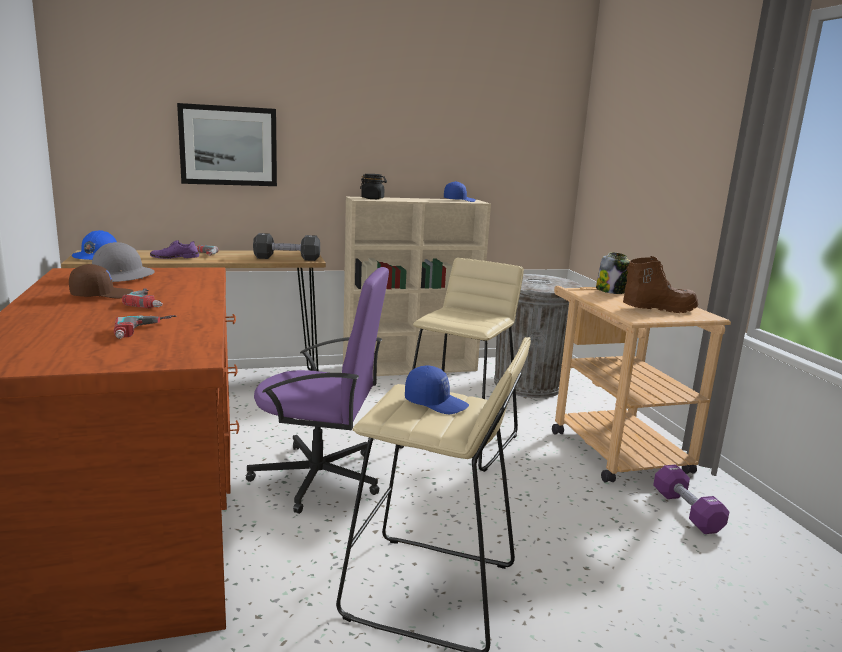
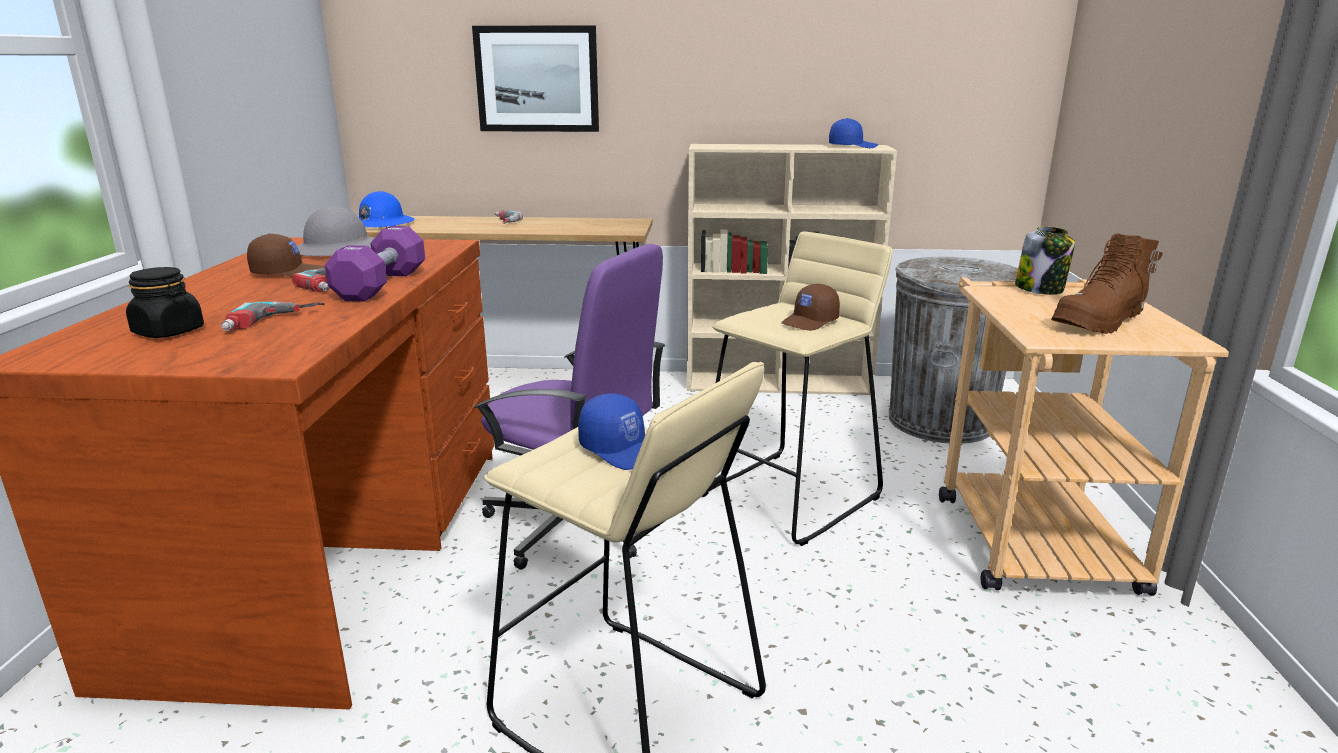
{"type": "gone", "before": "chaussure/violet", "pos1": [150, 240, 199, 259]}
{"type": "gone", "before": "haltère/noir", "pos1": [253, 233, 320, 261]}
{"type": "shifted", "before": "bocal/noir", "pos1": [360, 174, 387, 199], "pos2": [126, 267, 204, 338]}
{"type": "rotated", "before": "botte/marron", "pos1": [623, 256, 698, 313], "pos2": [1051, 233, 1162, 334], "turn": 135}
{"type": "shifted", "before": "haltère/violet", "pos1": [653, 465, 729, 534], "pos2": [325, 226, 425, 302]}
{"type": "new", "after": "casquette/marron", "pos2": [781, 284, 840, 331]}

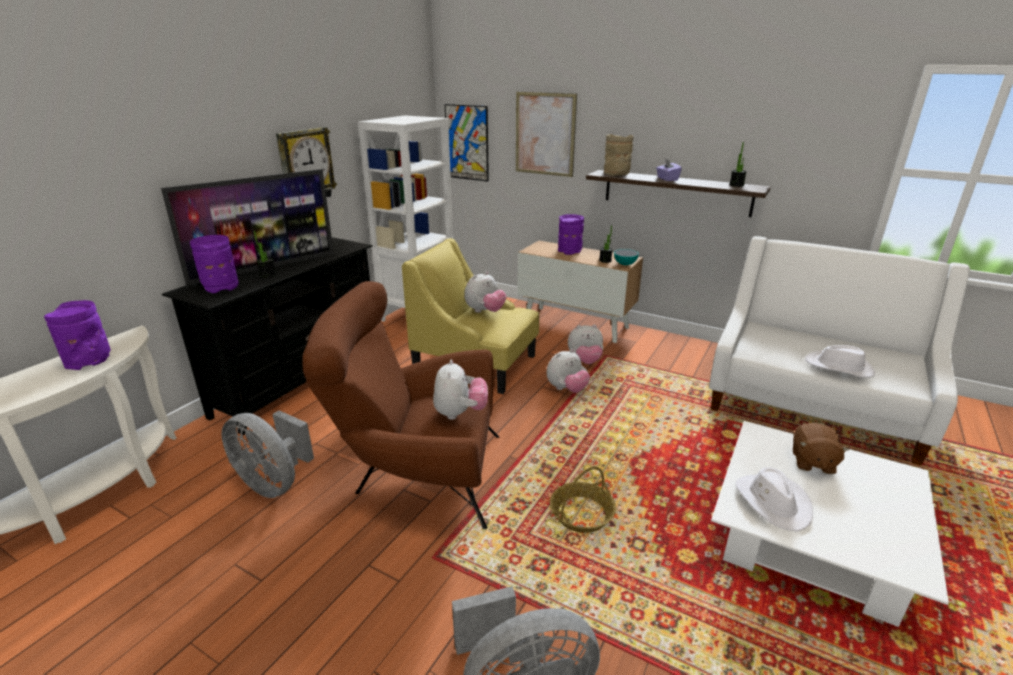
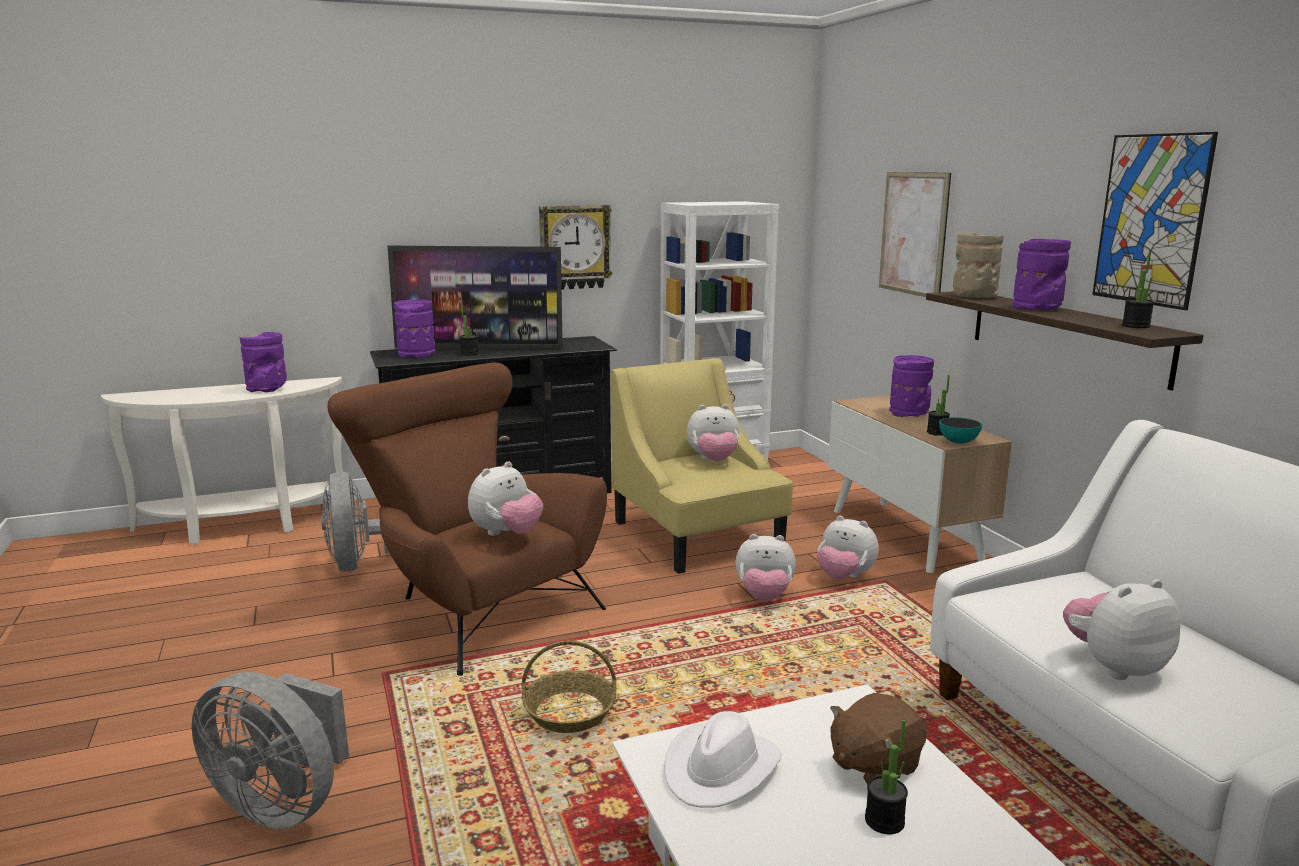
{"type": "shifted", "before": "tableau", "pos1": [444, 104, 489, 182], "pos2": [1092, 132, 1218, 310]}
{"type": "swapped", "before": "boîte à mouchoirs/violet", "after": "vase/violet", "pos1": [656, 159, 682, 181], "pos2": [1012, 239, 1071, 310]}
{"type": "swapped", "before": "chapeau/blanc", "after": "peluche", "pos1": [805, 345, 875, 378], "pos2": [1063, 579, 1181, 680]}
{"type": "new", "after": "plante en pot", "pos2": [865, 720, 908, 834]}

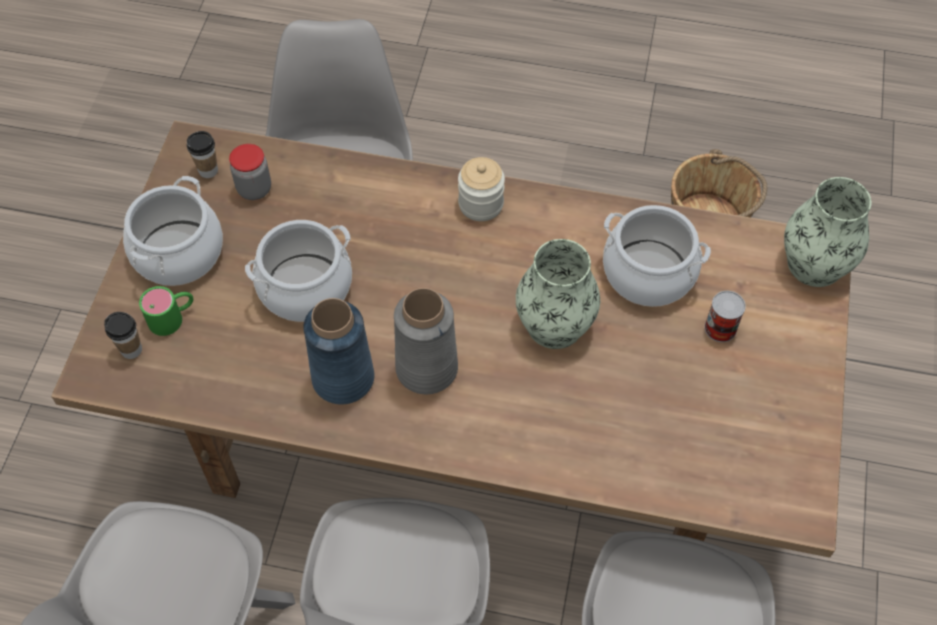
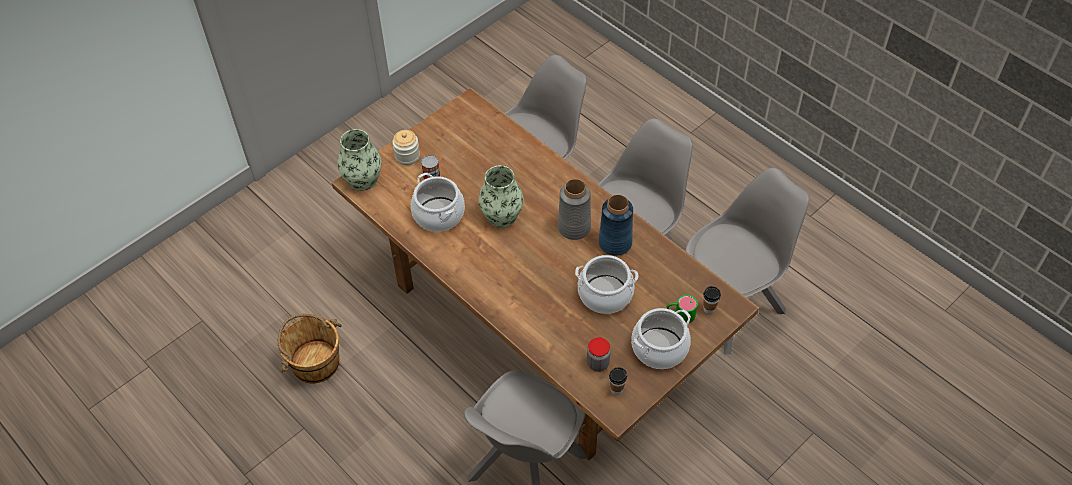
{"type": "shifted", "before": "bocal", "pos1": [458, 157, 505, 221], "pos2": [392, 130, 420, 165]}

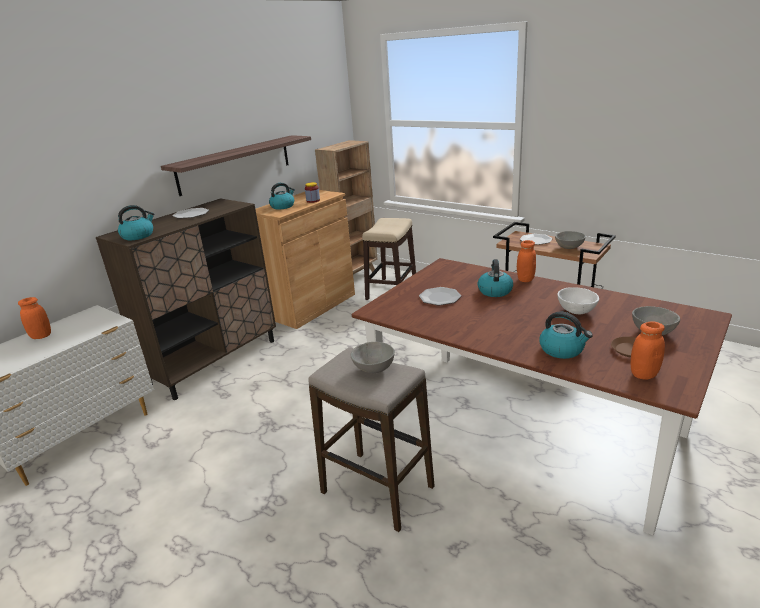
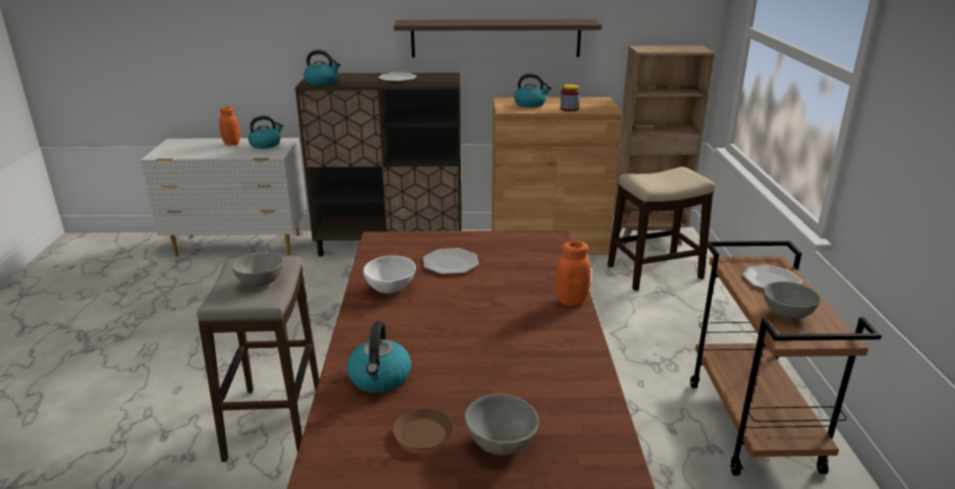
{"type": "shifted", "before": "bouilloire", "pos1": [478, 259, 513, 297], "pos2": [248, 116, 283, 149]}
{"type": "shifted", "before": "bol/blanc", "pos1": [557, 287, 599, 314], "pos2": [363, 255, 416, 293]}
{"type": "gone", "before": "bocal/orange", "pos1": [630, 321, 665, 379]}

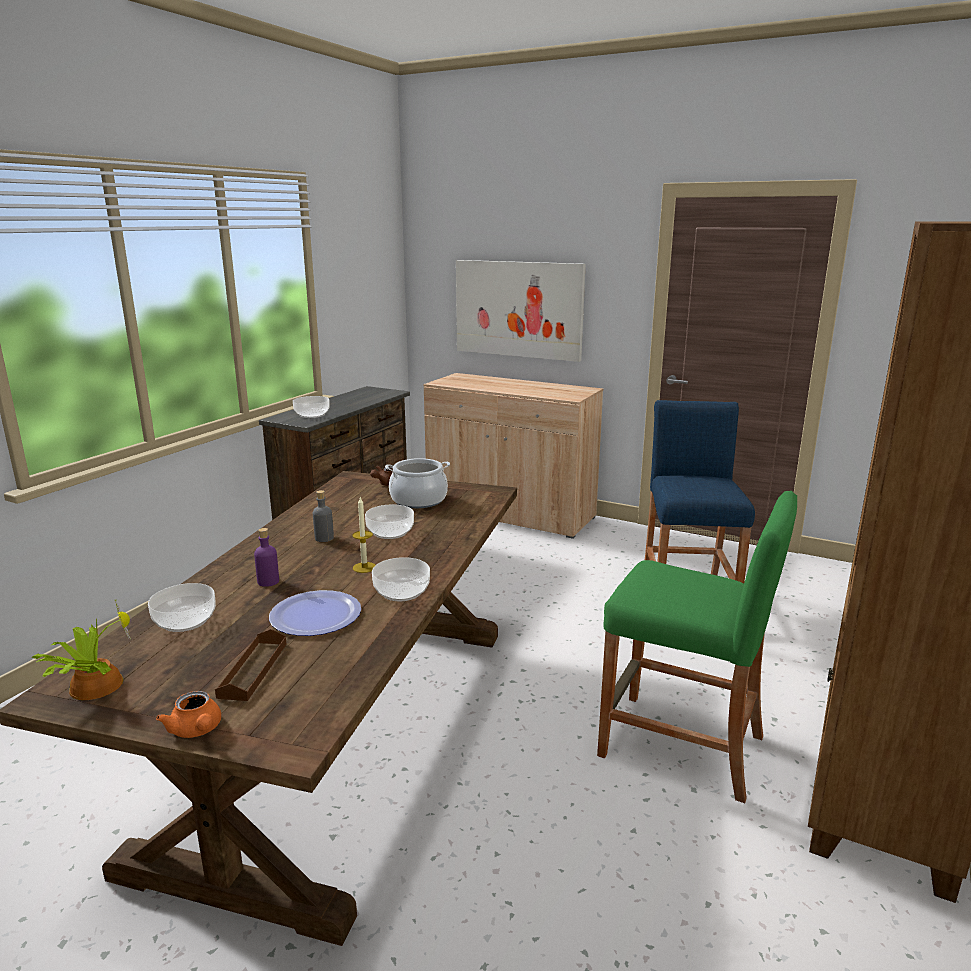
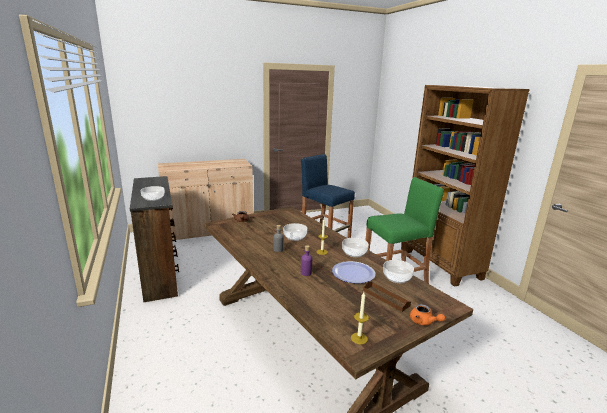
{"type": "swapped", "before": "plante en pot", "after": "bougie", "pos1": [32, 599, 131, 700], "pos2": [351, 292, 369, 344]}
{"type": "shifted", "before": "bol", "pos1": [148, 583, 216, 632], "pos2": [383, 260, 414, 283]}
{"type": "rotated", "before": "théière/orange", "pos1": [156, 691, 221, 738], "pos2": [410, 304, 445, 325], "turn": 45}
{"type": "gone", "before": "marmite", "pos1": [385, 458, 450, 508]}
{"type": "gone", "before": "tableau", "pos1": [456, 260, 586, 362]}

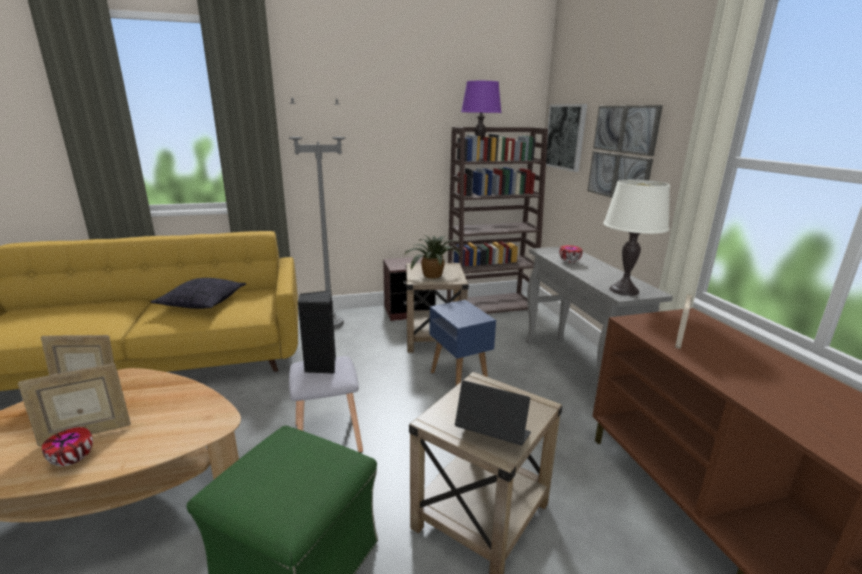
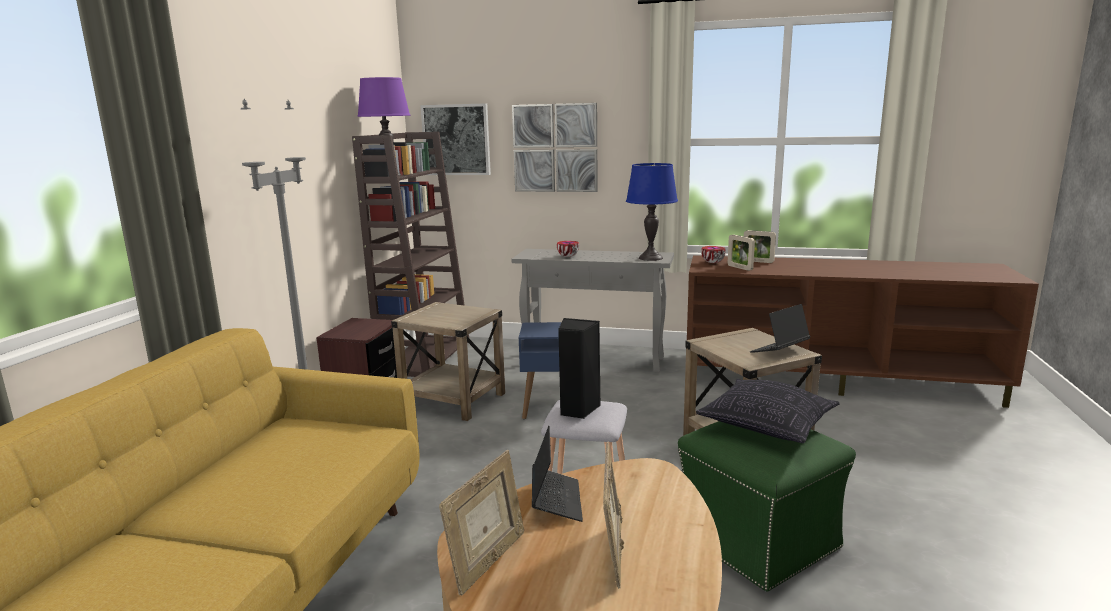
{"type": "shifted", "before": "bol", "pos1": [42, 427, 93, 466], "pos2": [701, 246, 726, 263]}
{"type": "shifted", "before": "coussin", "pos1": [151, 278, 246, 309], "pos2": [696, 379, 840, 443]}
{"type": "gone", "before": "plante en pot", "pos1": [404, 235, 461, 279]}
{"type": "repainted", "before": "lampe de table/blanc", "after": "lampe de table/bleu", "pos1": [603, 180, 670, 296], "pos2": [626, 163, 678, 261]}
{"type": "new", "after": "ordinateur portable", "pos2": [532, 426, 583, 522]}
{"type": "new", "after": "cadre photo", "pos2": [744, 230, 776, 263]}

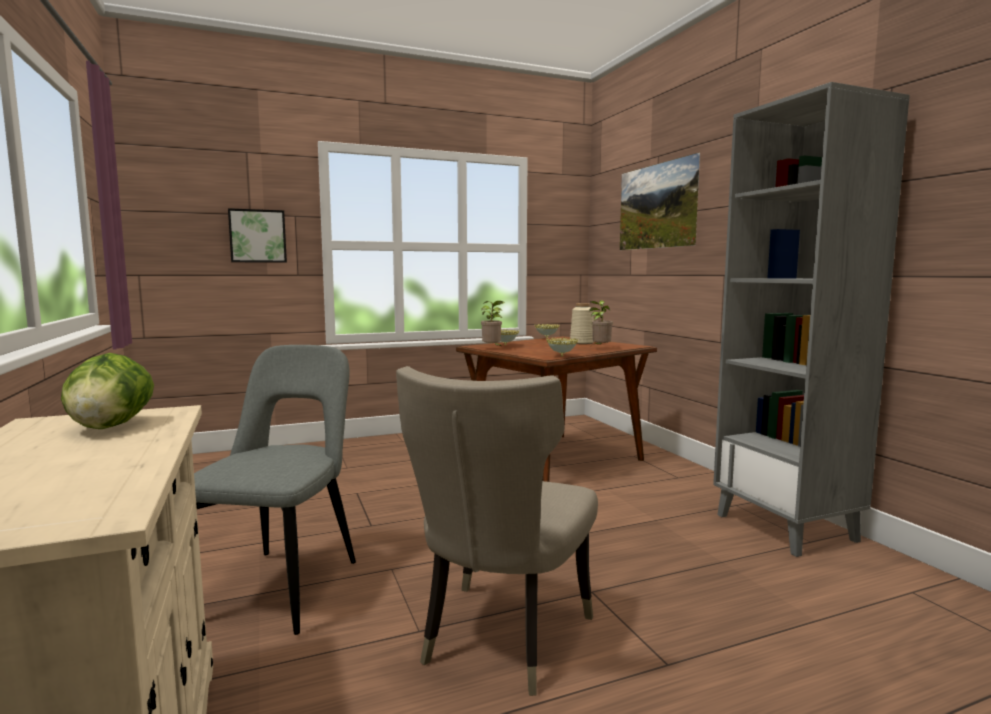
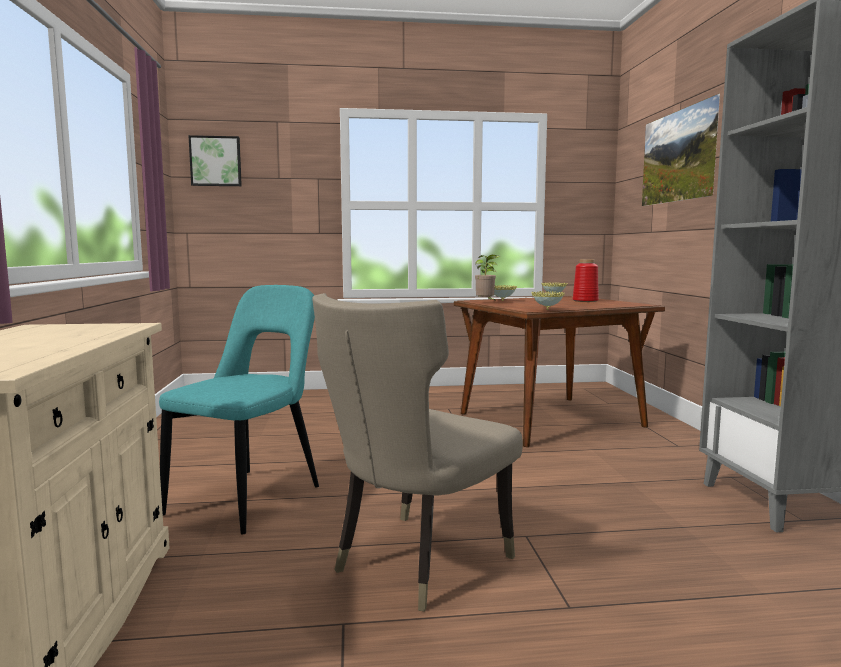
{"type": "gone", "before": "laitue", "pos1": [61, 353, 154, 429]}
{"type": "repainted", "before": "chaise/gris", "after": "chaise/turquoise", "pos1": [194, 345, 356, 635], "pos2": [159, 285, 319, 534]}
{"type": "shifted", "before": "tableau", "pos1": [228, 208, 287, 263], "pos2": [188, 135, 242, 186]}
{"type": "repainted", "before": "vase/beige", "after": "vase/rouge", "pos1": [570, 303, 594, 344], "pos2": [573, 259, 599, 302]}
{"type": "gone", "before": "plante en pot", "pos1": [589, 300, 613, 347]}

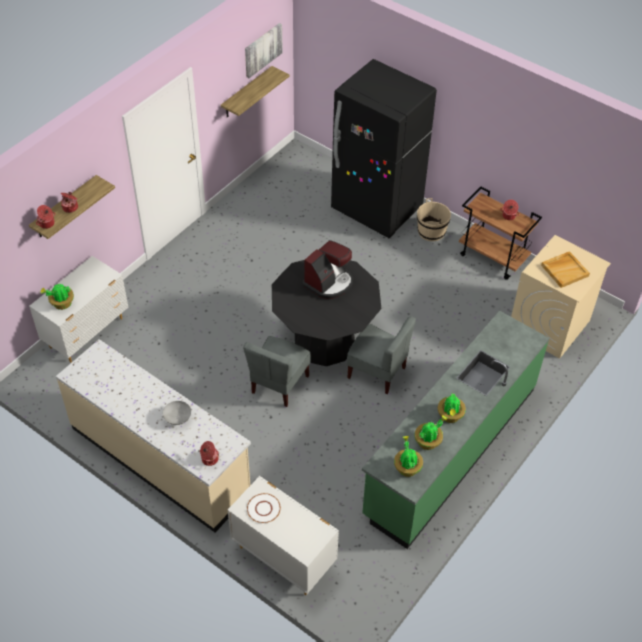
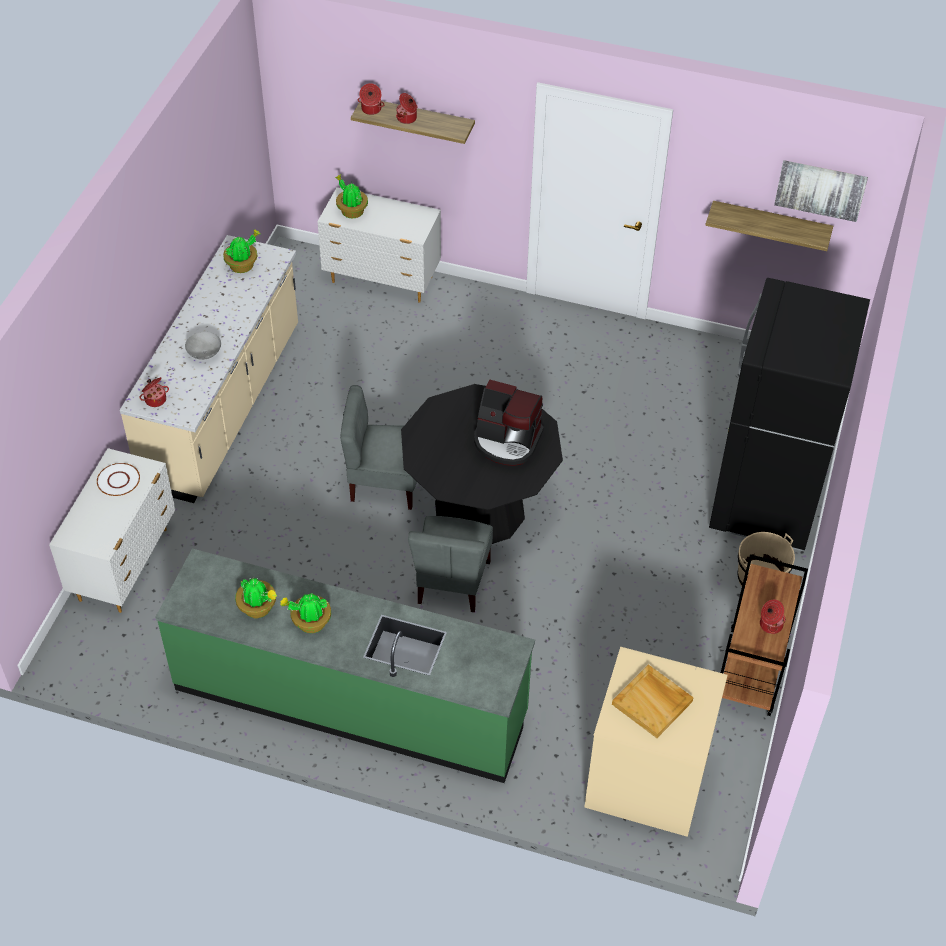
{"type": "shifted", "before": "plante en pot", "pos1": [394, 436, 423, 477], "pos2": [223, 230, 260, 273]}

